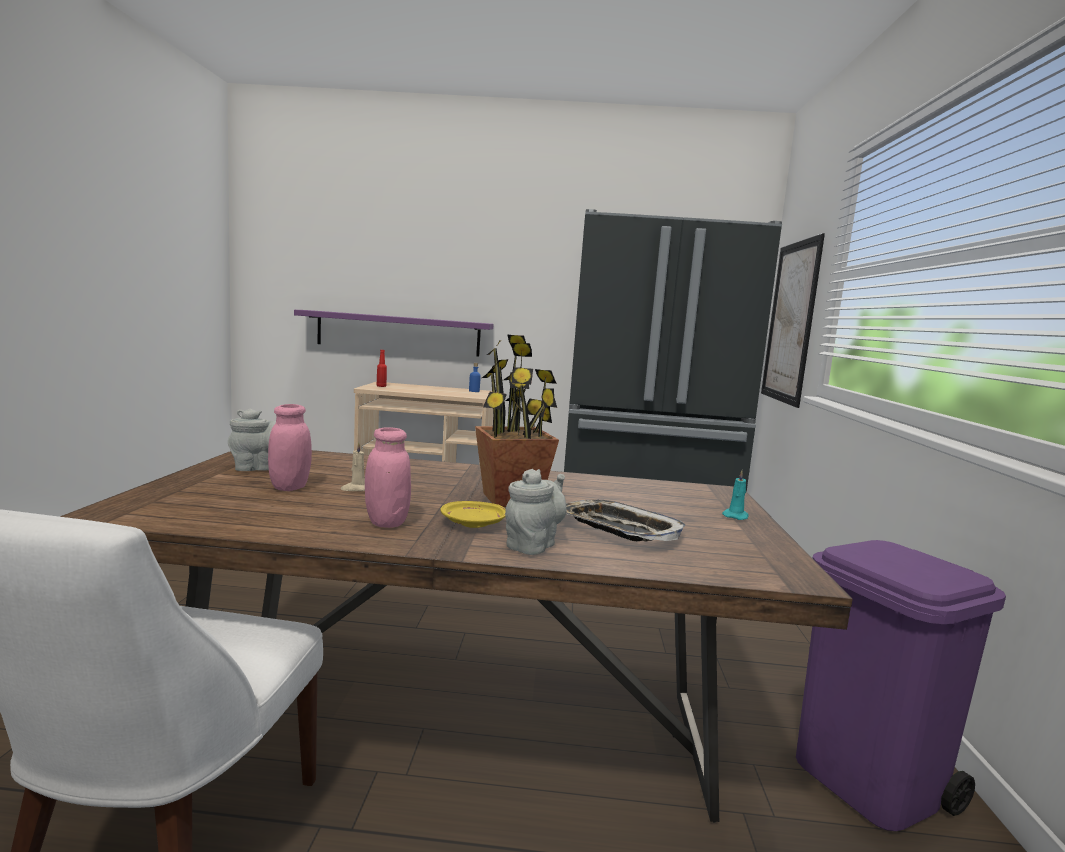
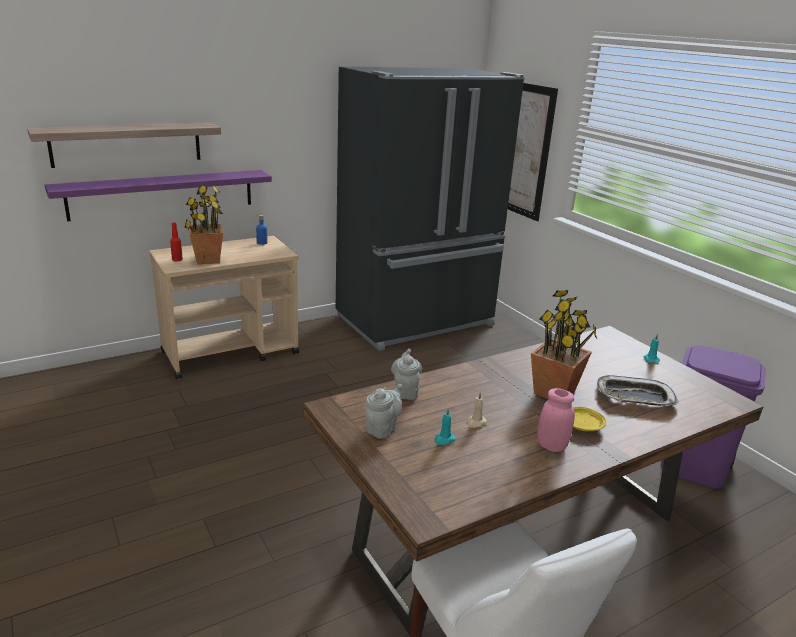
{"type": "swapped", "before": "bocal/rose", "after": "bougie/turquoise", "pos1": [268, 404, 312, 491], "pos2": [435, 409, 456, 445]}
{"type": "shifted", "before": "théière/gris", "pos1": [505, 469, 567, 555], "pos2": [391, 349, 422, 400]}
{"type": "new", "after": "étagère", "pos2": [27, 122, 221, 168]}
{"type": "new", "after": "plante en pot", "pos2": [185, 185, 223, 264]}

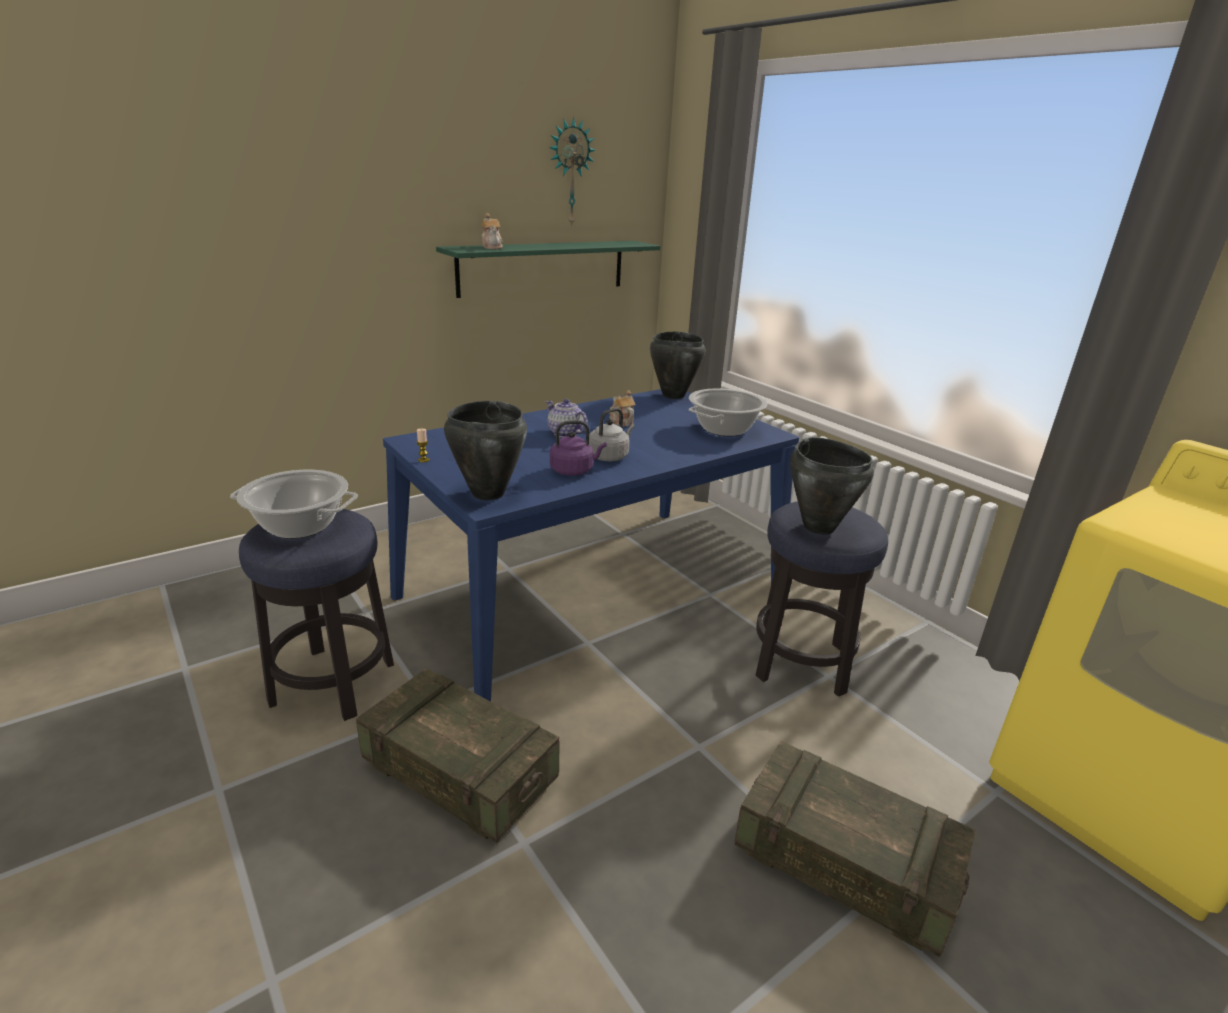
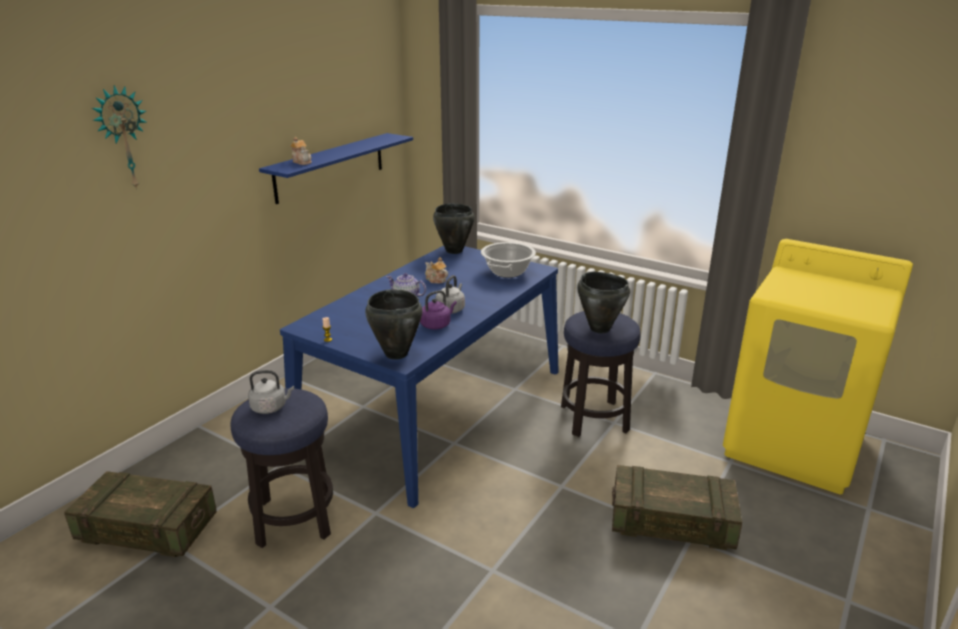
{"type": "swapped", "before": "marmite", "after": "bouilloire/gris", "pos1": [230, 470, 358, 539], "pos2": [248, 370, 294, 414]}
{"type": "shifted", "before": "caisse", "pos1": [356, 668, 560, 843], "pos2": [64, 471, 217, 557]}
{"type": "repainted", "before": "étagère/vert", "after": "étagère/bleu", "pos1": [436, 241, 660, 298], "pos2": [259, 133, 413, 204]}
{"type": "shifted", "before": "horloge murale", "pos1": [549, 117, 595, 227], "pos2": [92, 85, 146, 190]}

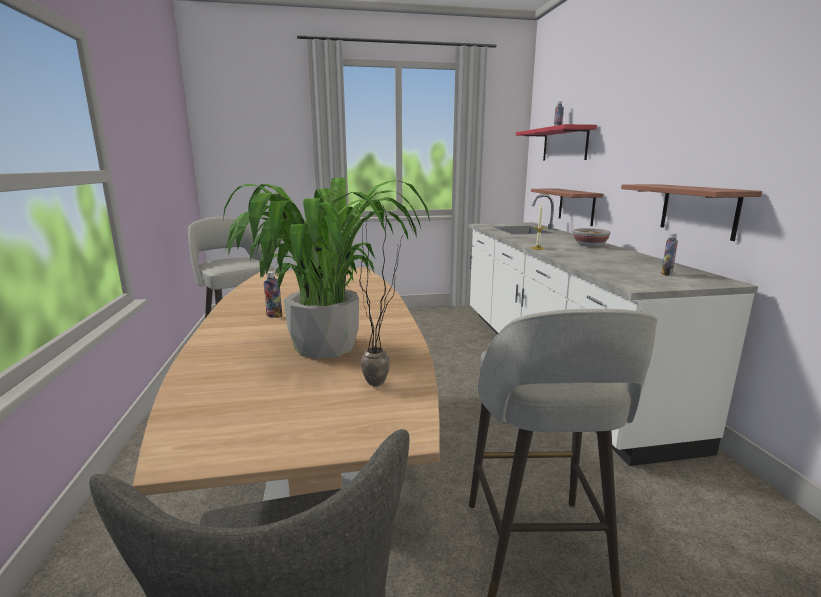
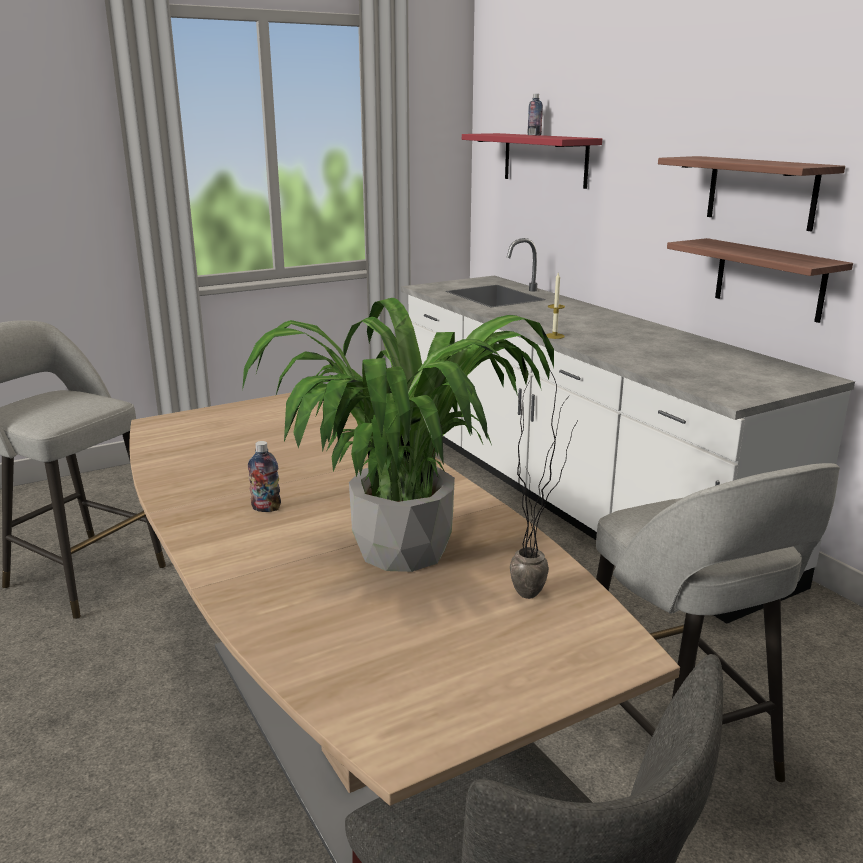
{"type": "shifted", "before": "étagère", "pos1": [531, 188, 603, 226], "pos2": [658, 156, 845, 231]}
{"type": "gone", "before": "bol", "pos1": [573, 228, 611, 247]}
{"type": "gone", "before": "bouteille", "pos1": [661, 233, 678, 276]}

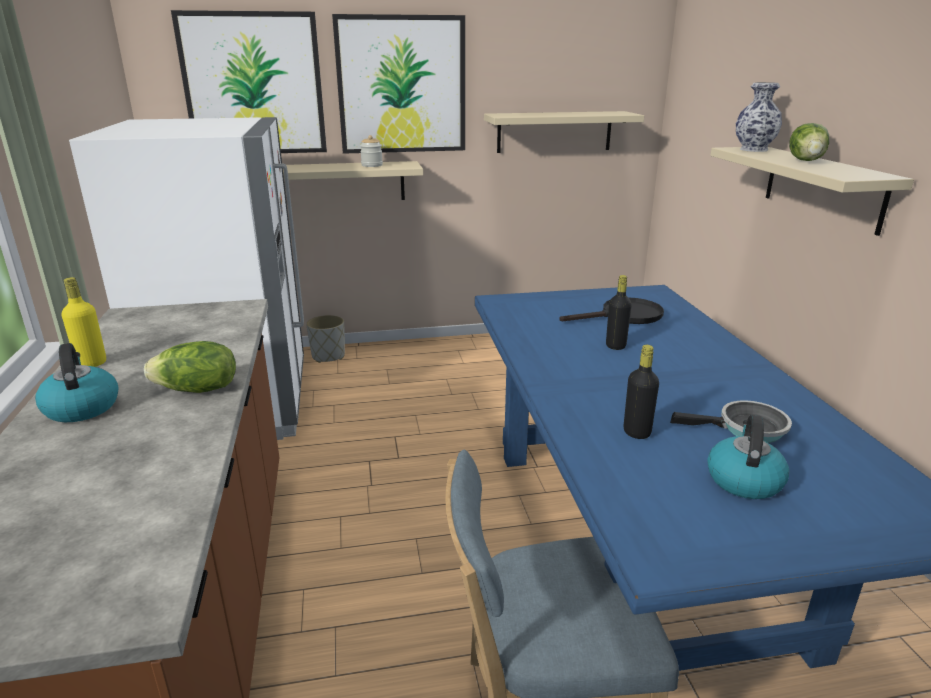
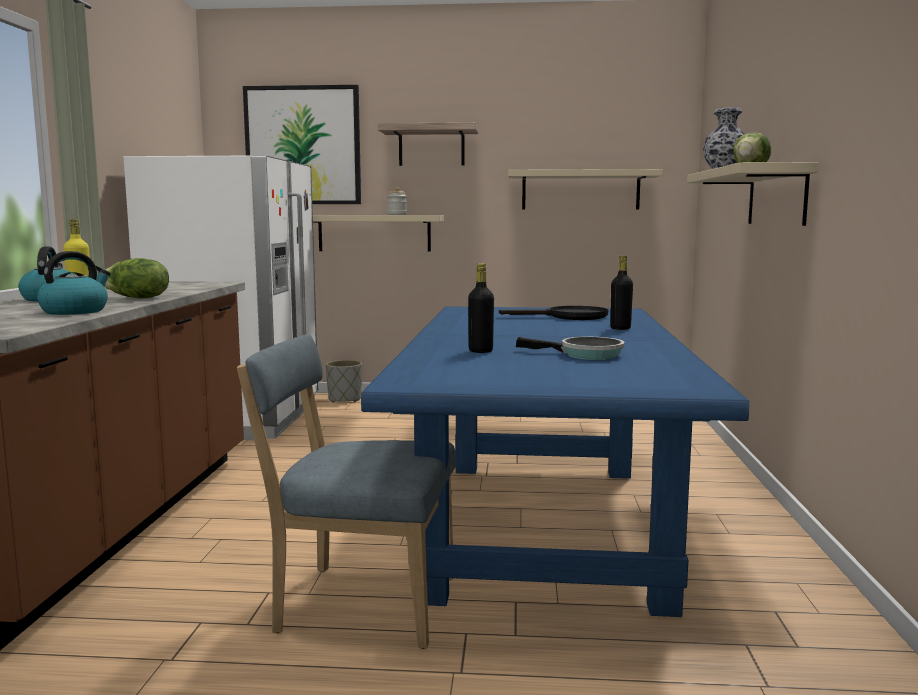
{"type": "swapped", "before": "tableau", "after": "étagère", "pos1": [332, 14, 465, 154], "pos2": [378, 122, 478, 166]}
{"type": "shifted", "before": "bouteille/noir", "pos1": [606, 275, 632, 350], "pos2": [610, 255, 633, 330]}
{"type": "shifted", "before": "bouilloire", "pos1": [707, 415, 789, 499], "pos2": [37, 251, 111, 315]}

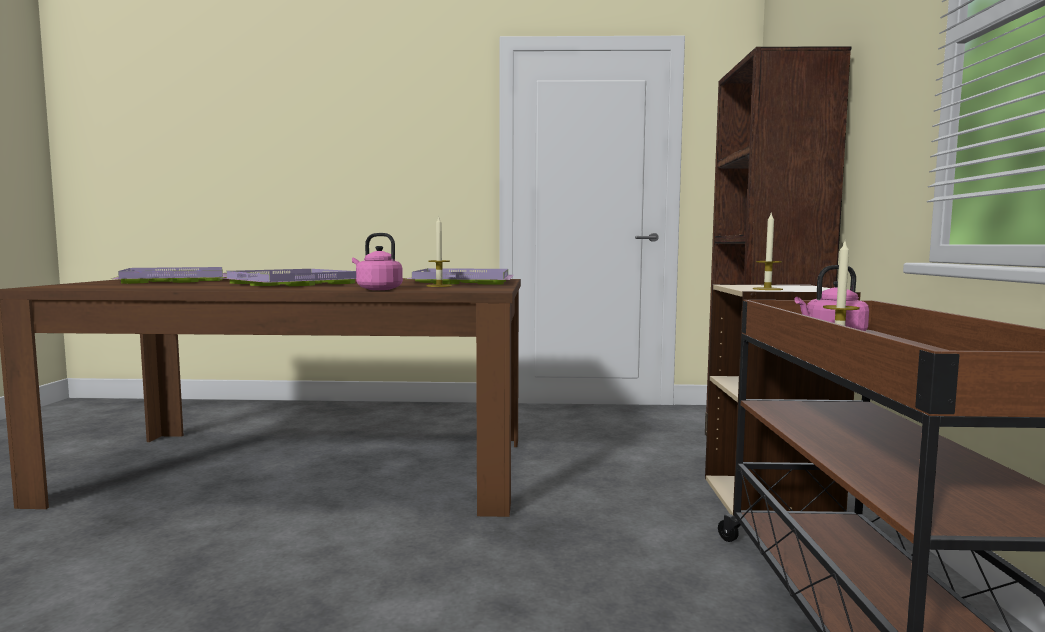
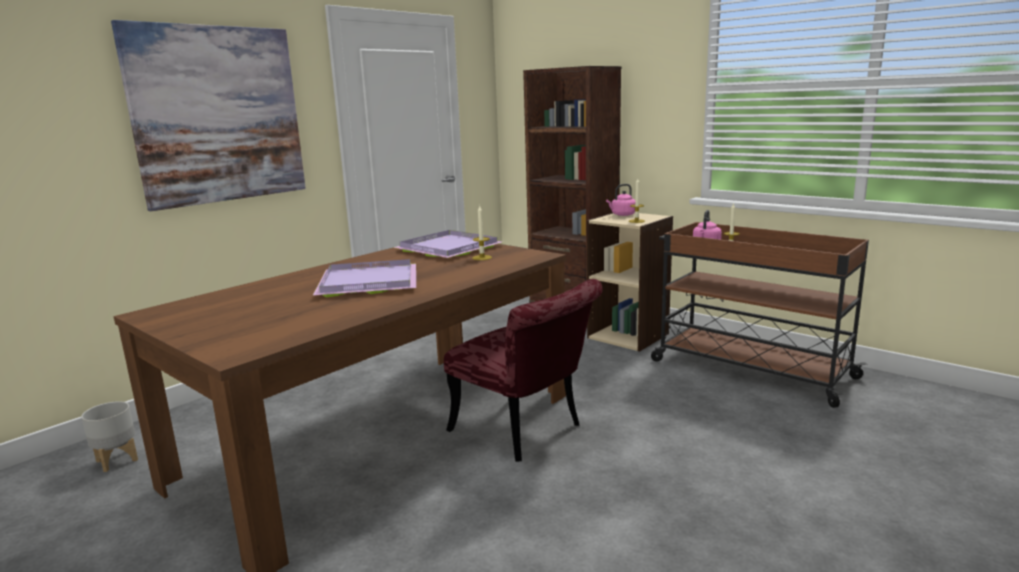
{"type": "gone", "before": "plateau/violet", "pos1": [111, 267, 227, 284]}
{"type": "shifted", "before": "bouilloire/rose", "pos1": [352, 233, 403, 290], "pos2": [606, 184, 635, 216]}
{"type": "new", "after": "cache-pot/gris", "pos2": [81, 401, 138, 472]}
{"type": "new", "after": "tableau", "pos2": [111, 20, 306, 211]}
{"type": "new", "after": "chaise/rouge", "pos2": [444, 279, 602, 462]}

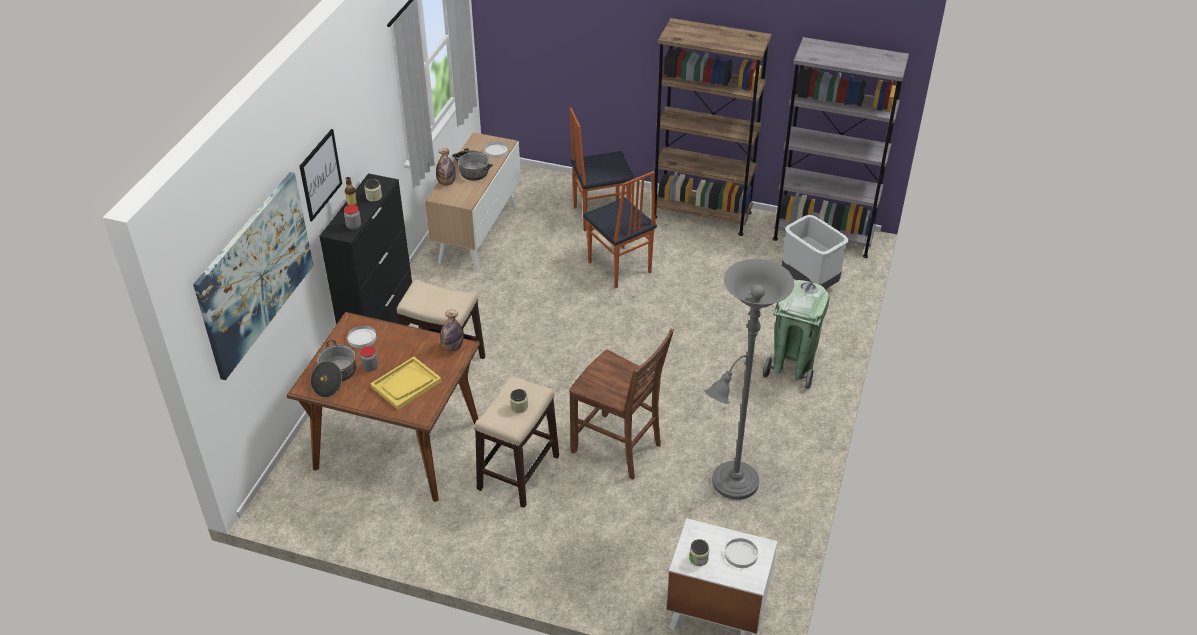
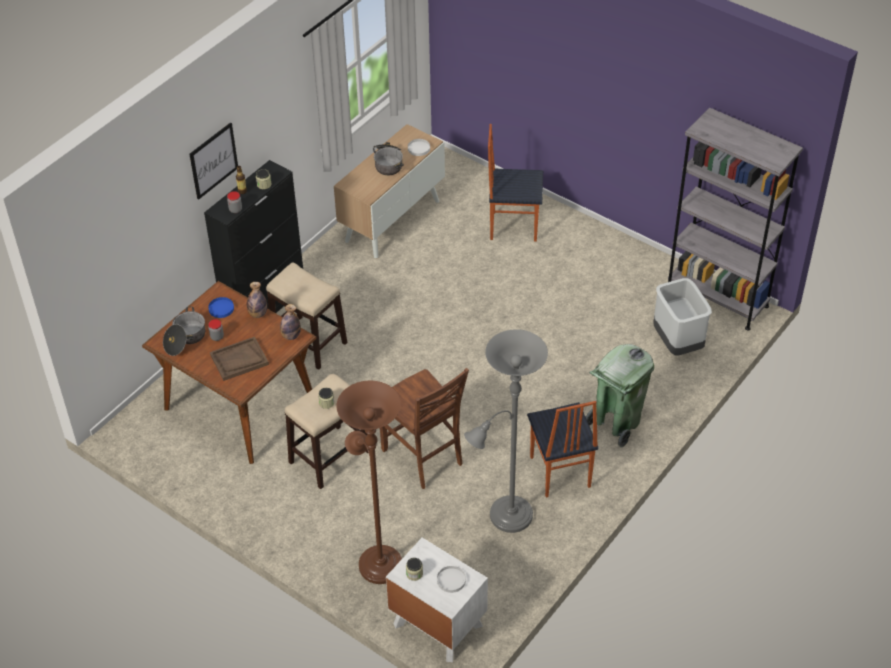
{"type": "gone", "before": "tableau", "pos1": [193, 172, 313, 380]}
{"type": "repainted", "before": "assiette/blanc", "after": "assiette/bleu", "pos1": [347, 325, 377, 348], "pos2": [208, 297, 234, 318]}
{"type": "repainted", "before": "plateau/jaune", "after": "plateau/marron", "pos1": [370, 357, 442, 410], "pos2": [210, 337, 269, 381]}
{"type": "shifted", "before": "bouteille", "pos1": [436, 148, 456, 186], "pos2": [247, 282, 267, 318]}
{"type": "shifted", "before": "chaise", "pos1": [583, 171, 657, 288], "pos2": [527, 401, 599, 498]}
{"type": "gone", "before": "bibliothèque/marron", "pos1": [654, 18, 772, 236]}
{"type": "new", "after": "lampadaire/marron", "pos2": [337, 381, 402, 584]}

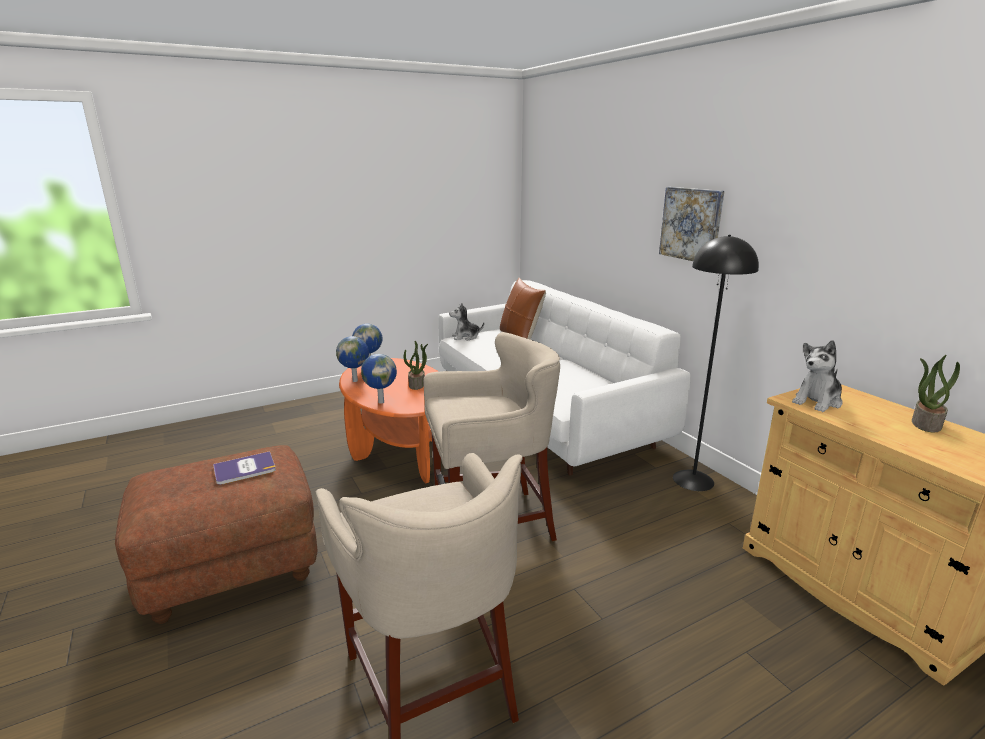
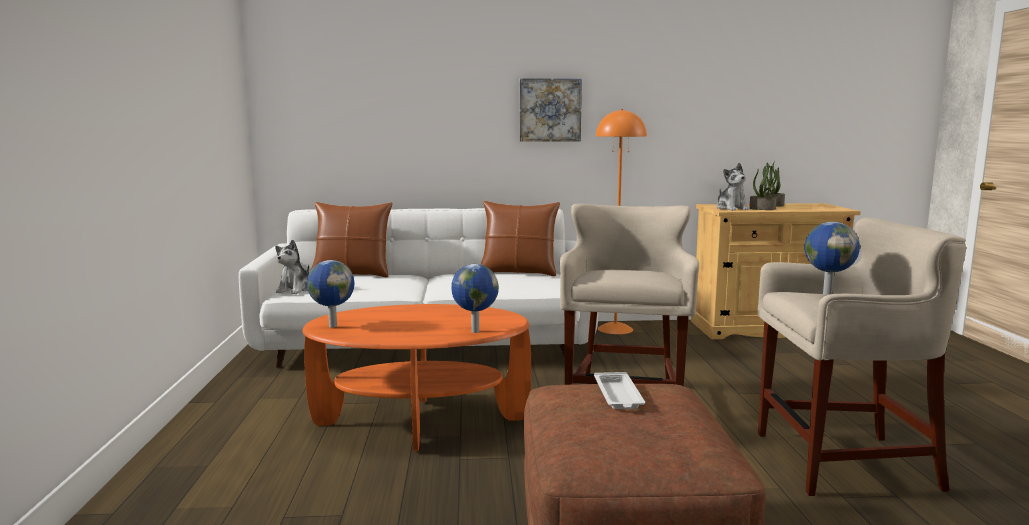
{"type": "swapped", "before": "livre", "after": "plateau/blanc", "pos1": [213, 451, 276, 485], "pos2": [594, 372, 645, 409]}
{"type": "shifted", "before": "globe", "pos1": [336, 336, 369, 382], "pos2": [804, 222, 860, 295]}
{"type": "shifted", "before": "plante en pot", "pos1": [404, 341, 428, 390], "pos2": [749, 163, 778, 210]}
{"type": "repainted", "before": "lampadaire/noir", "after": "lampadaire/orange", "pos1": [673, 235, 759, 491], "pos2": [596, 109, 647, 334]}
{"type": "new", "after": "coussin/marron", "pos2": [481, 201, 560, 276]}

